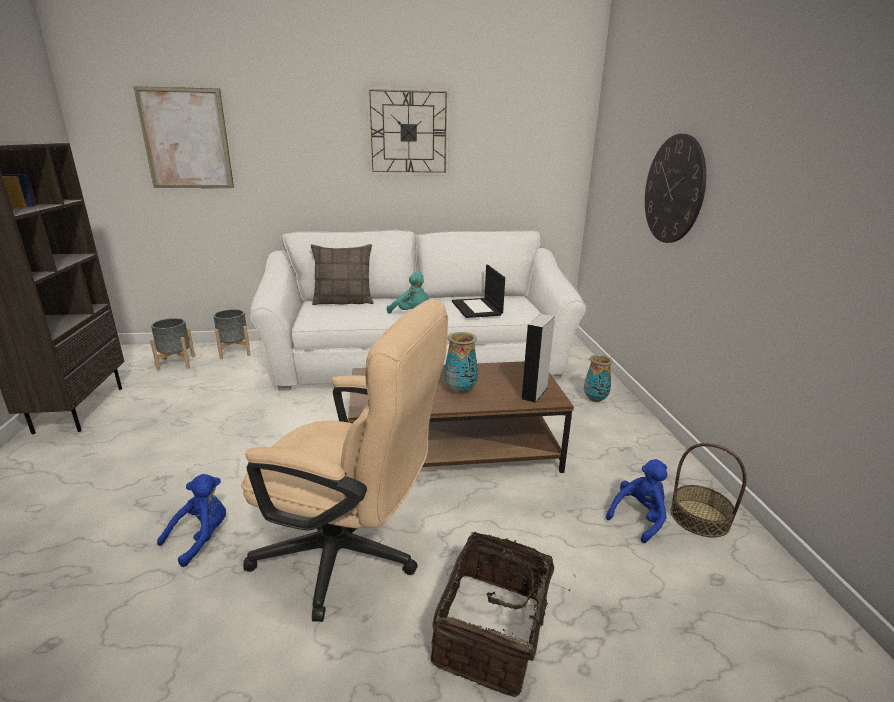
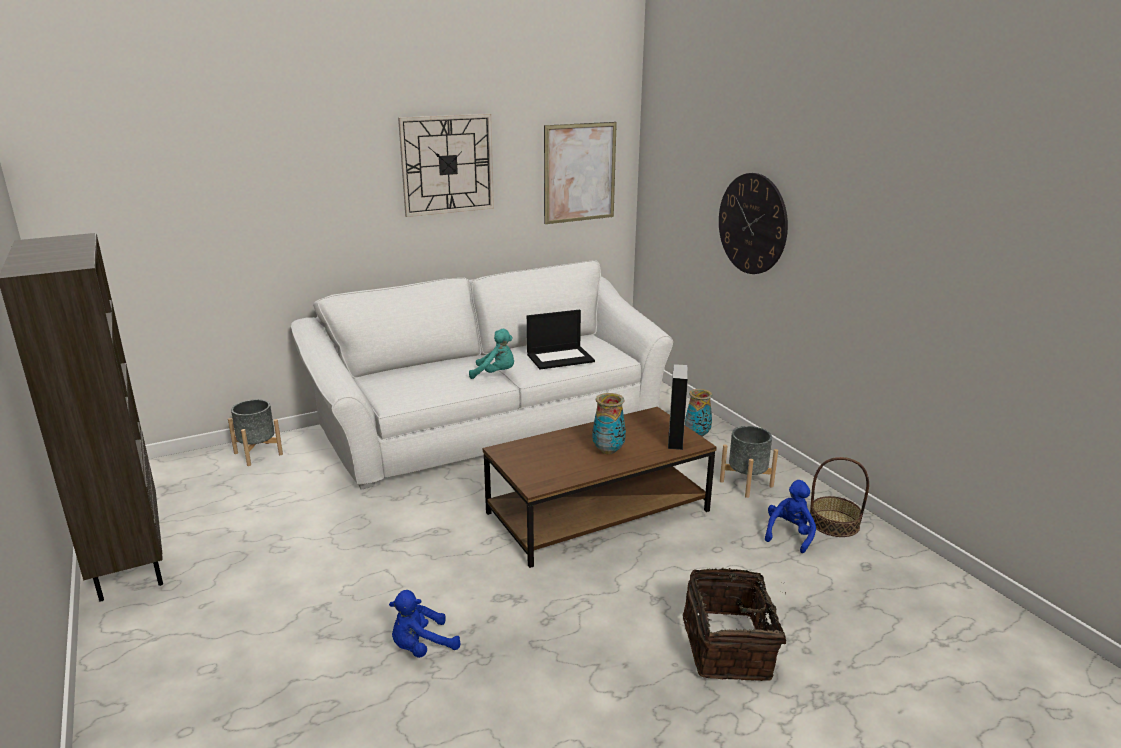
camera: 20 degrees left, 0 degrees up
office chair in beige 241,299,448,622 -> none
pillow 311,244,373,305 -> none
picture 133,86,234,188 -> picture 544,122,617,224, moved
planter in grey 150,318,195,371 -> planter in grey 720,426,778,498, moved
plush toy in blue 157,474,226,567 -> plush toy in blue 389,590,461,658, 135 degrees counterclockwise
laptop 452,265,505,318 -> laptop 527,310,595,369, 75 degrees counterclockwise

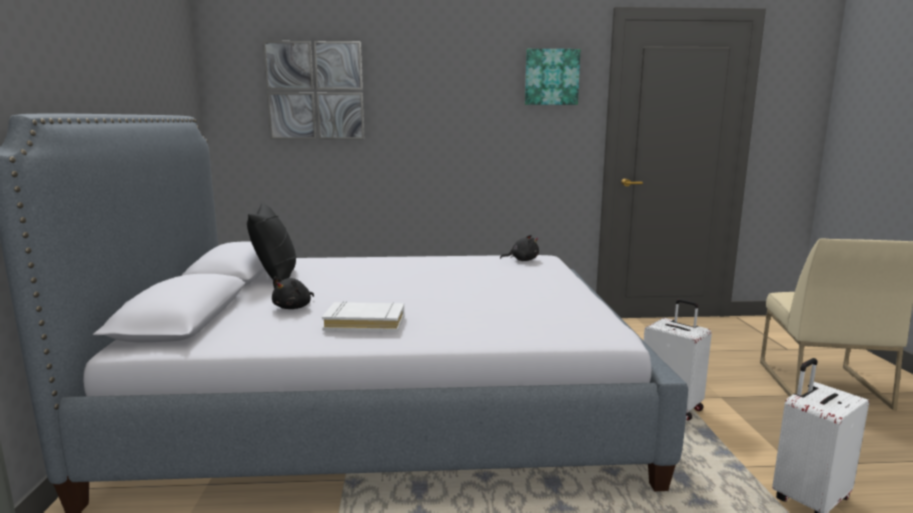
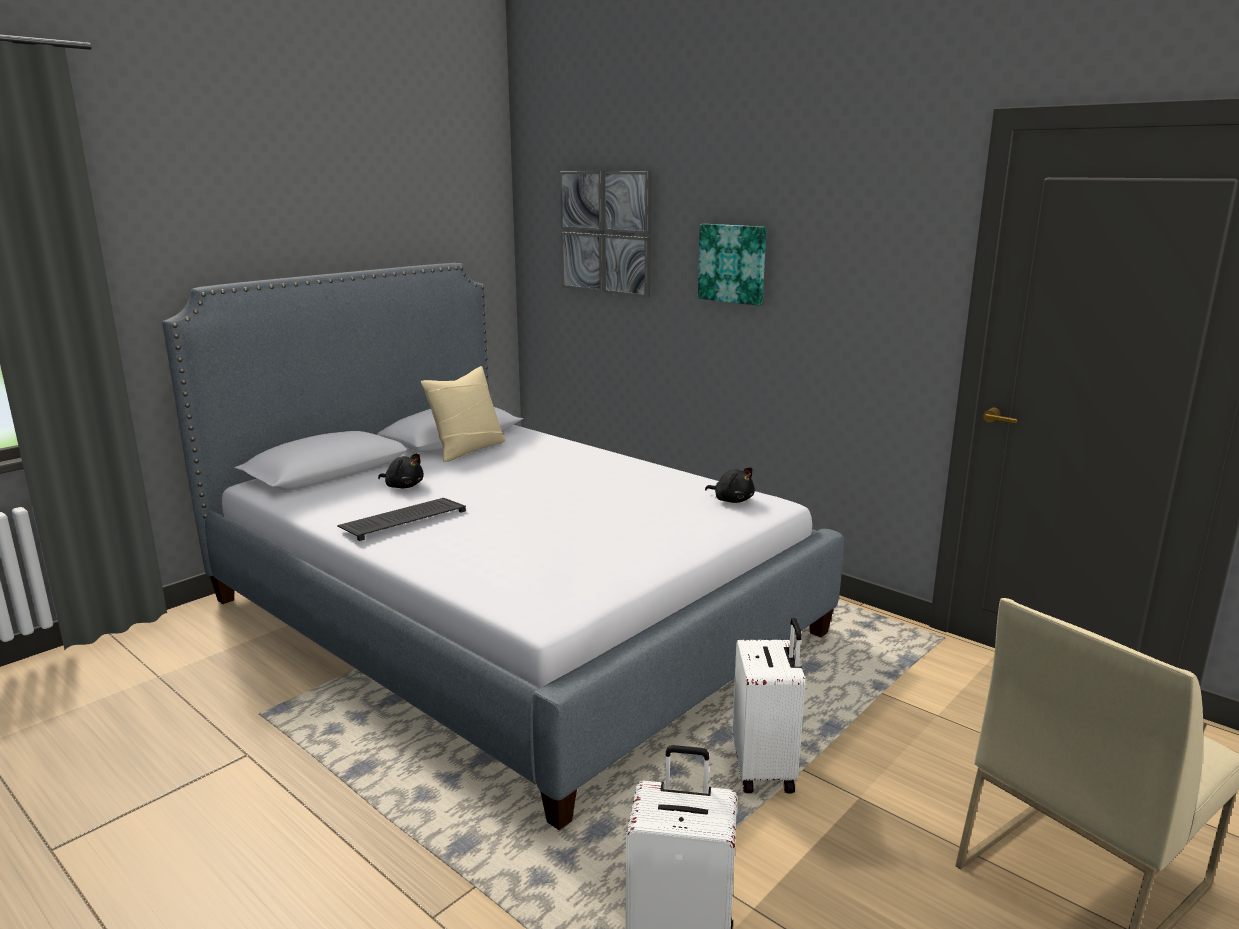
camera: 45 degrees right, 5 degrees up
picture 525,49,580,105 -> picture 698,224,766,306, moved
book in white 322,301,404,332 -> keyboard 337,498,466,541
pillow in black 247,203,297,280 -> pillow in beige 421,366,506,462
plush toy in black 272,277,314,309 -> plush toy in black 378,453,424,488, 135 degrees counterclockwise

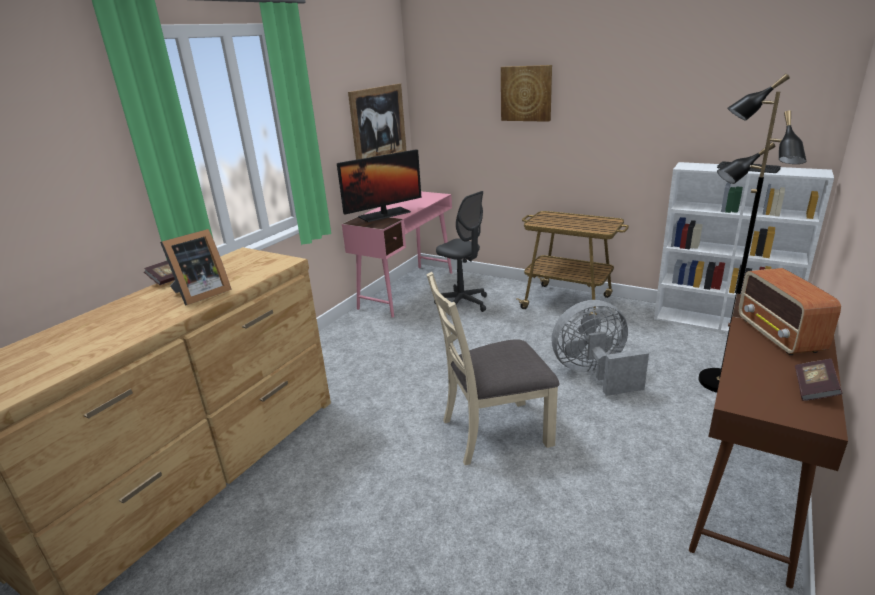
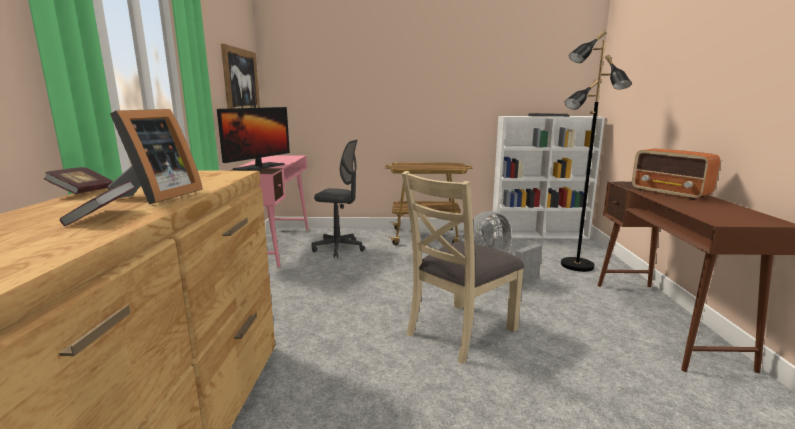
camera: 30 degrees left, 10 degrees down
picture 501,65,552,122 -> none
book 795,359,842,401 -> book 60,181,136,226, moved

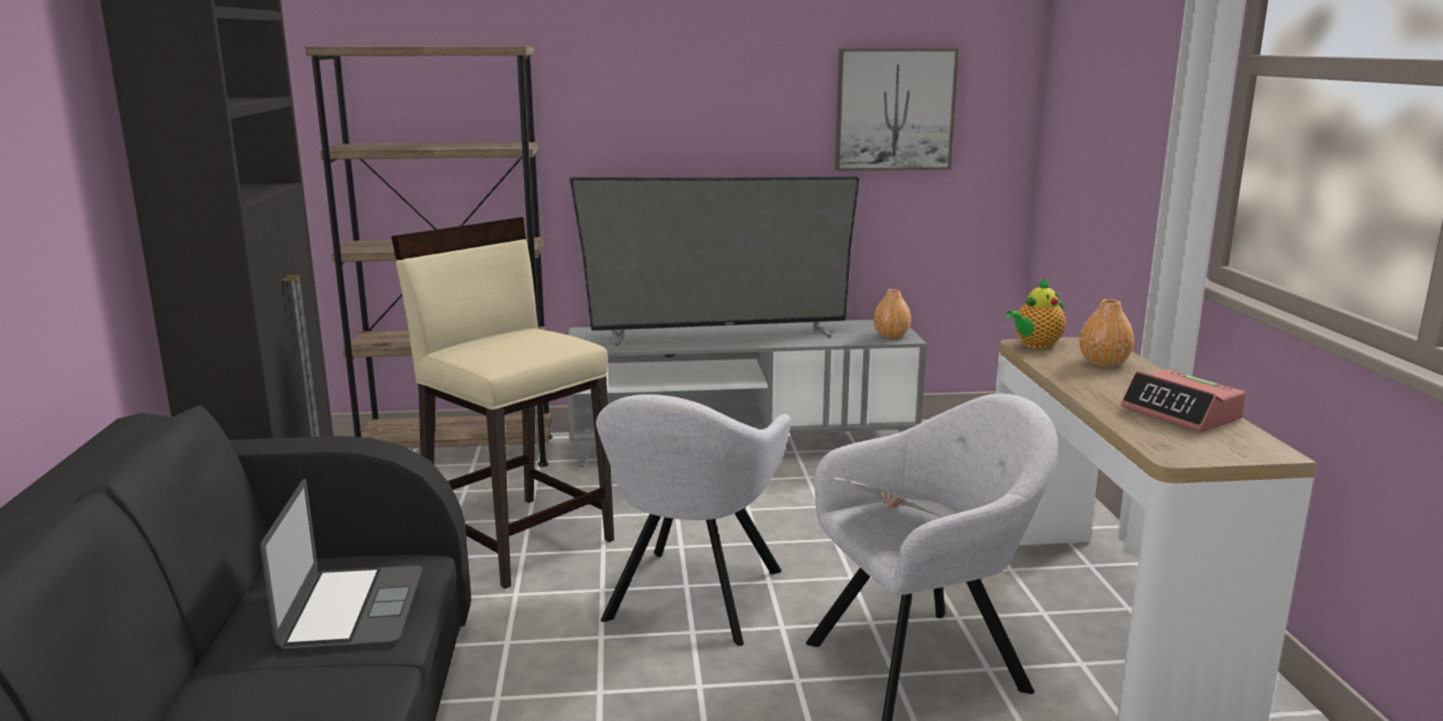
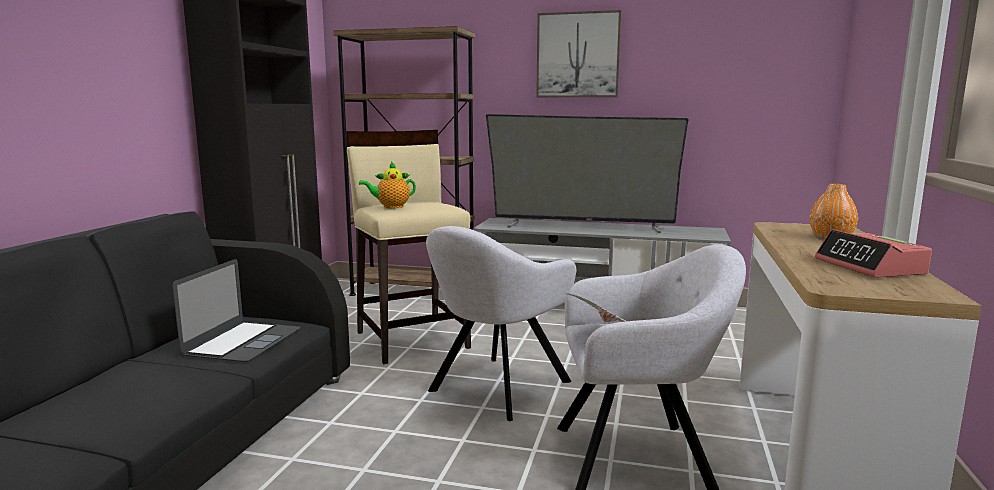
camera: 20 degrees right, 5 degrees down
vase in orange 873,289,911,338 -> none
picture 835,48,959,171 -> picture 536,10,621,97, moved
teapot 1006,277,1066,349 -> teapot 359,162,416,208, moved

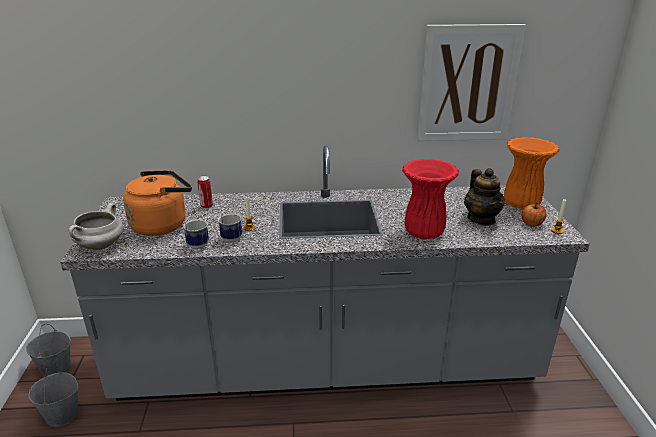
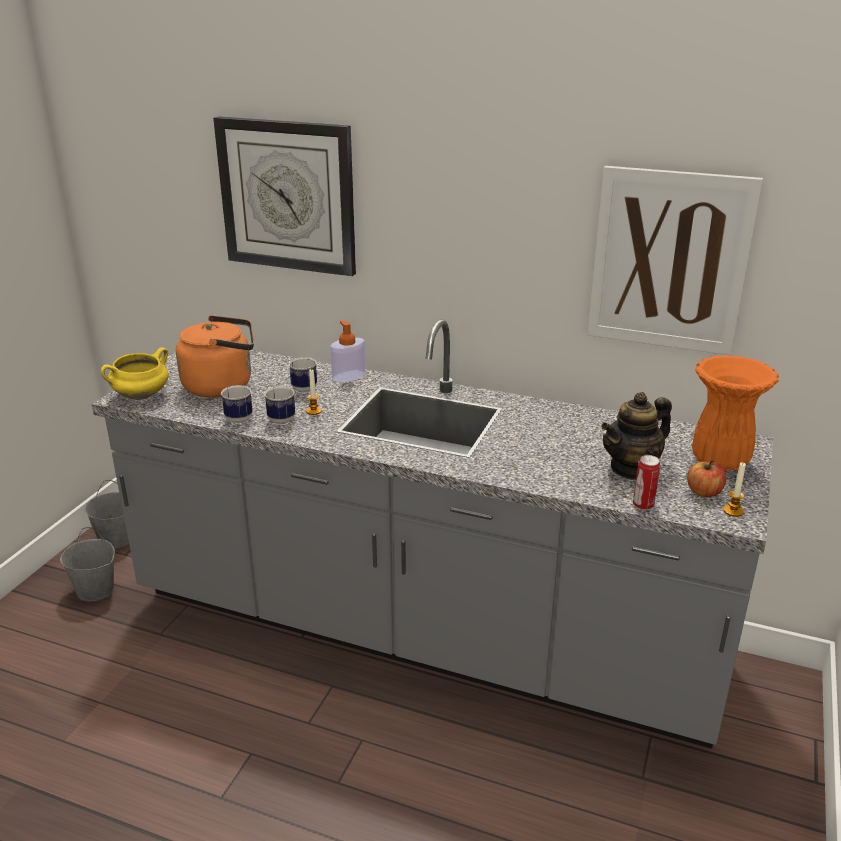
camera: 25 degrees right, 0 degrees up
vase in red 402,159,459,239 -> none
none -> wall clock 213,116,356,276
none -> mug 288,357,317,393
none -> soap dispenser 330,320,366,382
can 197,176,213,209 -> can 633,455,660,510, moved
cooking pot in white 69,203,123,250 -> cooking pot in yellow 101,347,169,400
teapot 464,168,505,225 -> teapot 601,392,672,480, 45 degrees clockwise

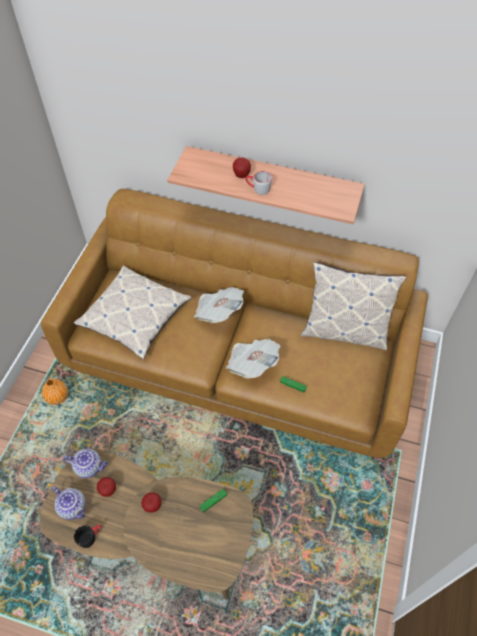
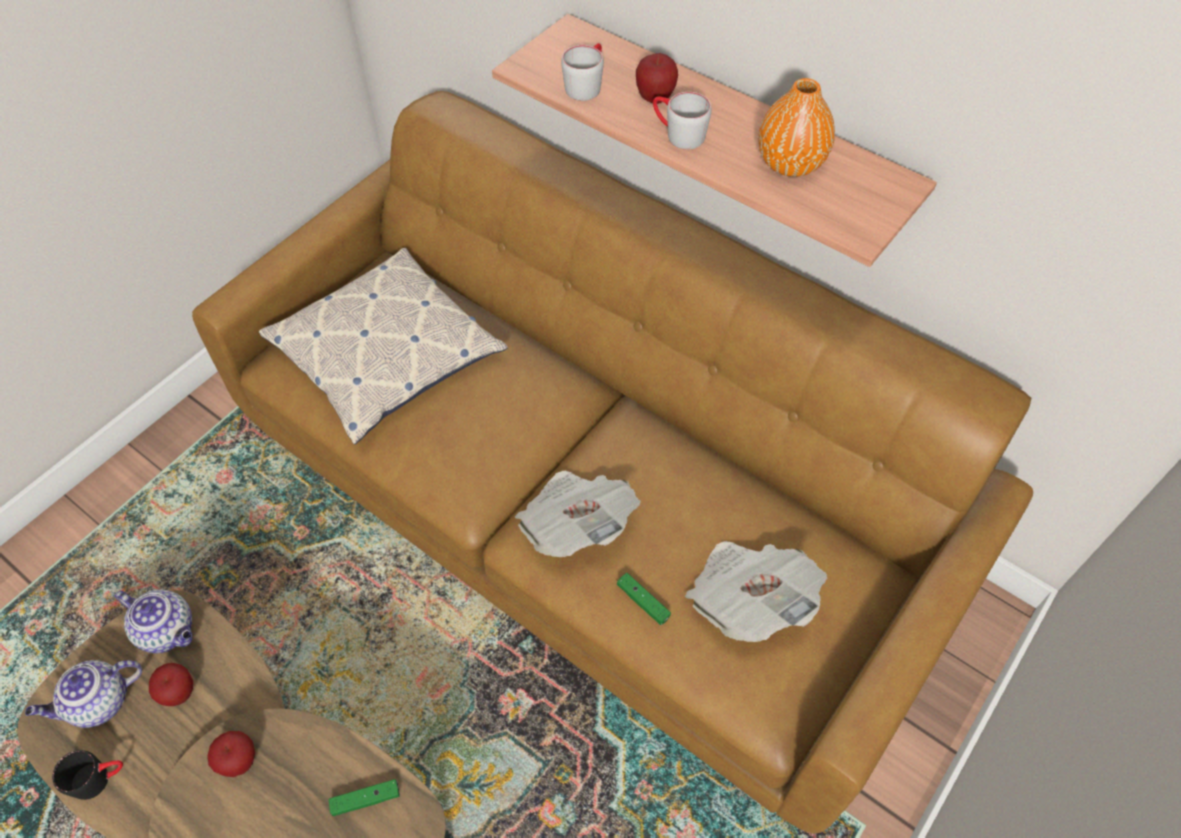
camera: 20 degrees right, 0 degrees up
pillow 301,262,406,350 -> none
none -> mug in grey 561,43,604,101
vase in orange 42,379,68,405 -> vase in orange 758,78,835,177, moved
newspaper 193,287,244,323 -> newspaper 685,541,827,642, moved
teapot 52,486,86,520 -> teapot 25,660,142,728, 90 degrees clockwise

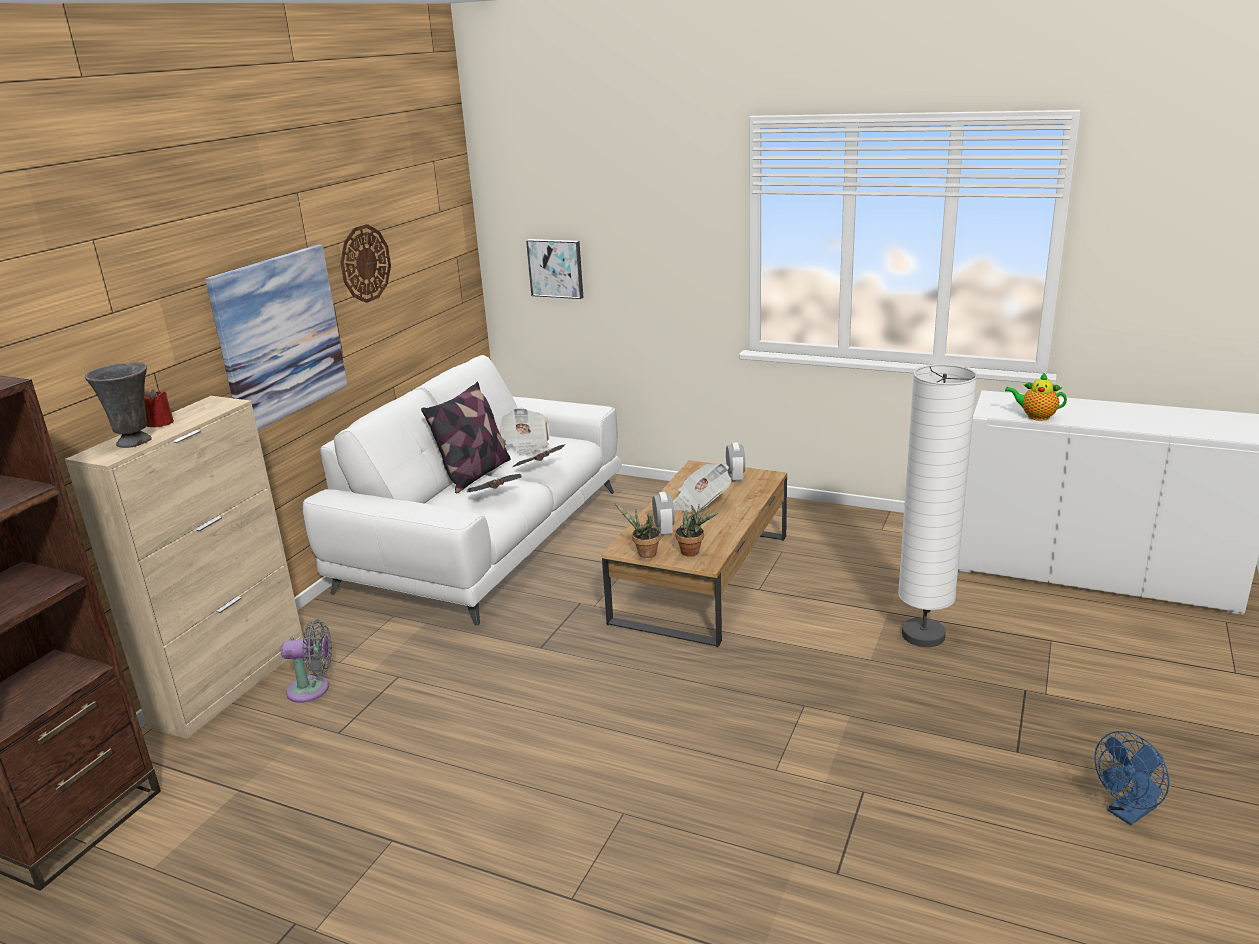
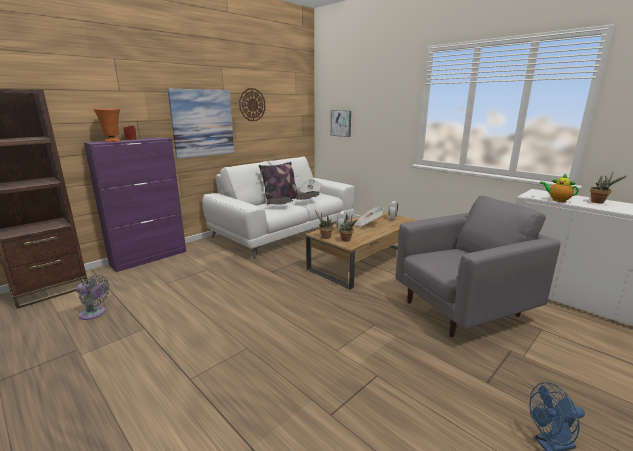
camera: 20 degrees right, 5 degrees down
none -> potted plant 590,173,627,204
fan in grey 281,620,332,703 -> fan in grey 76,275,110,320, moved
floor lamp in white 898,364,977,647 -> armchair in grey 396,195,561,337
cabinet in beige 65,396,303,739 -> cabinet in purple 84,137,186,272
vase in grey 85,362,152,448 -> vase in orange 93,109,120,142

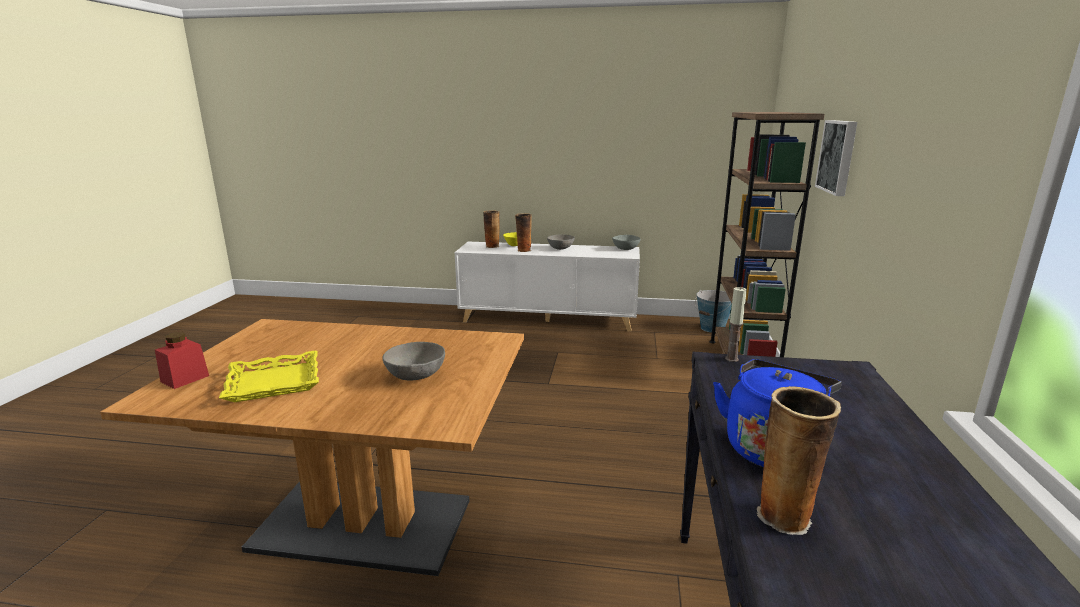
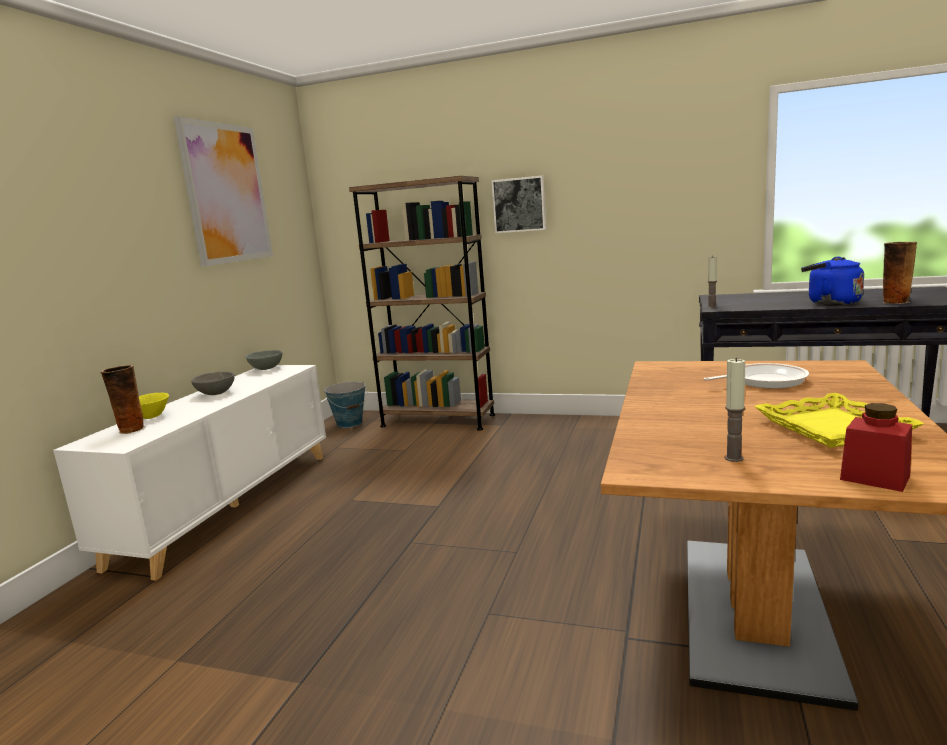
camera: 80 degrees left, 5 degrees down
vase 515,213,532,252 -> none
none -> picture 174,116,273,266
none -> candle 725,358,745,462
bowl in grey 382,342,445,381 -> frying pan 704,363,809,389

